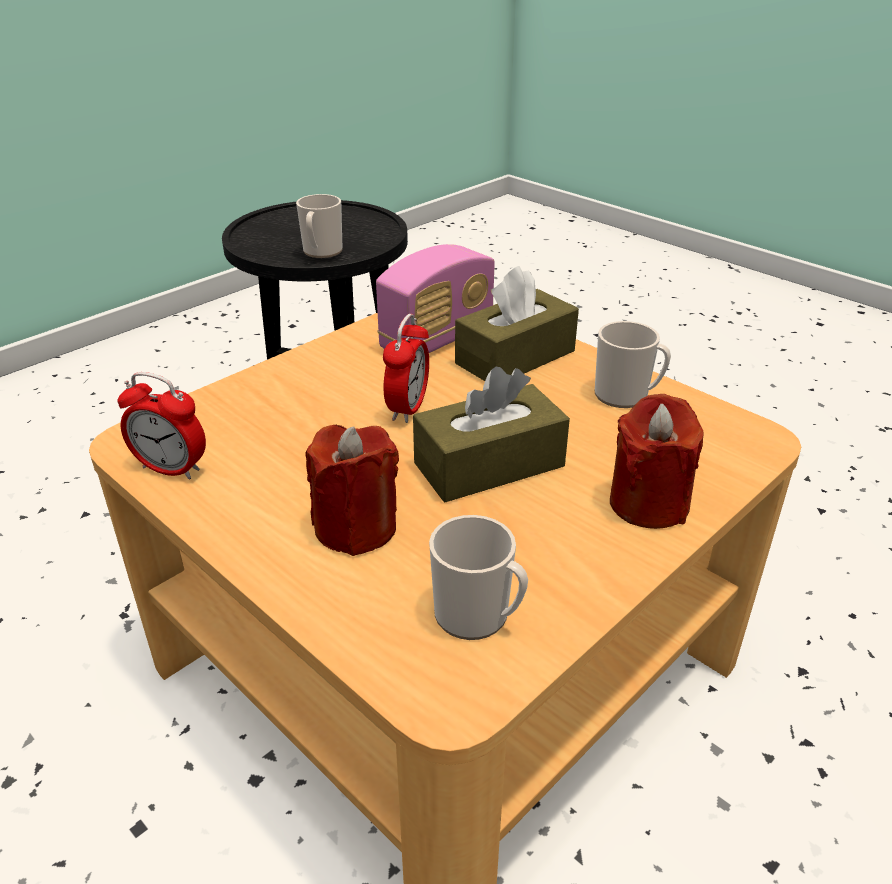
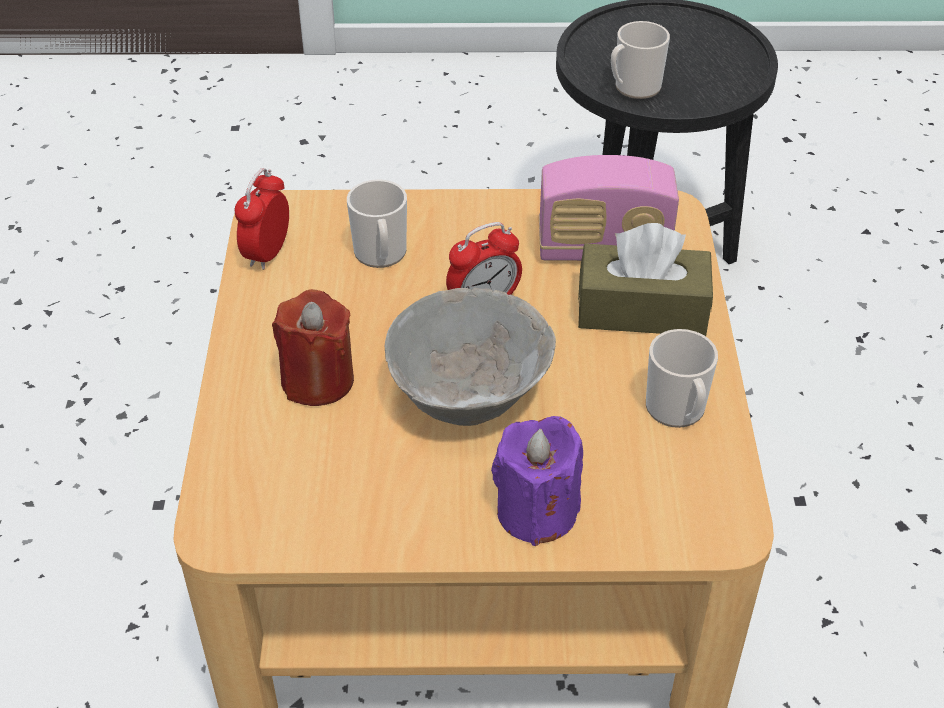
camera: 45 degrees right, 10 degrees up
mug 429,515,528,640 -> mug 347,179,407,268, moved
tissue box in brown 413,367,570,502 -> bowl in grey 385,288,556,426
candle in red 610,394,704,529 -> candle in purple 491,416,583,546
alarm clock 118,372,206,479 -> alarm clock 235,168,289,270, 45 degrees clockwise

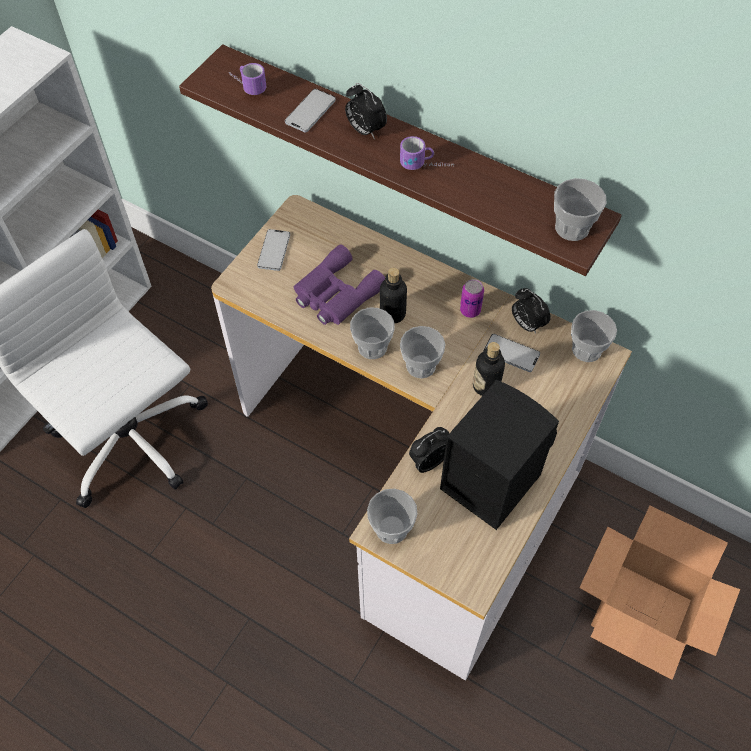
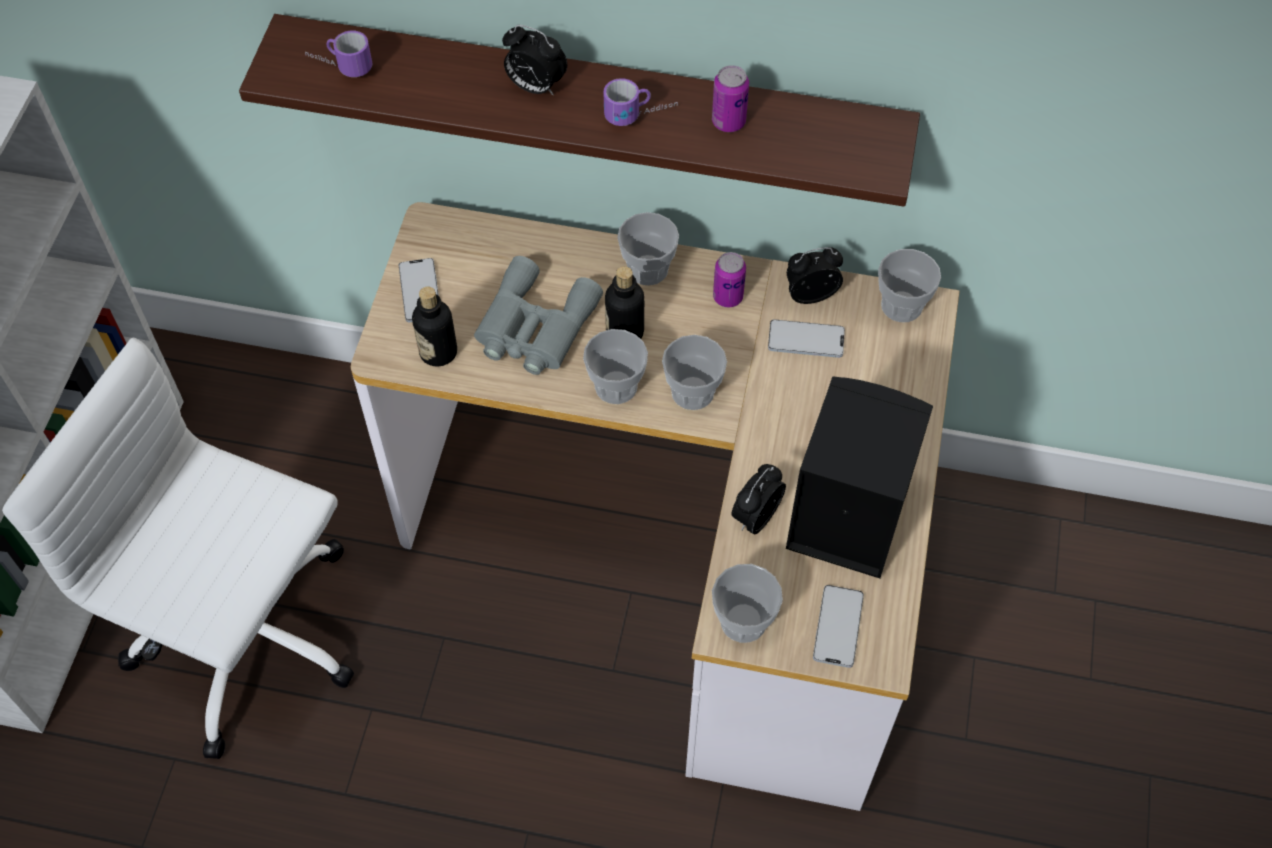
camera: 20 degrees left, 0 degrees up
cardboard box 579,506,740,680 -> none
none -> can 712,65,749,132
phone 285,89,336,132 -> phone 813,585,864,668, moved
bottle 473,342,505,396 -> bottle 412,286,457,367, moved
cup 554,178,606,241 -> cup 617,212,679,285, moved
binoculars in purple 294,245,385,325 -> binoculars in grey 474,256,603,375
alarm clock 512,288,551,334 -> alarm clock 787,247,843,304, 135 degrees clockwise

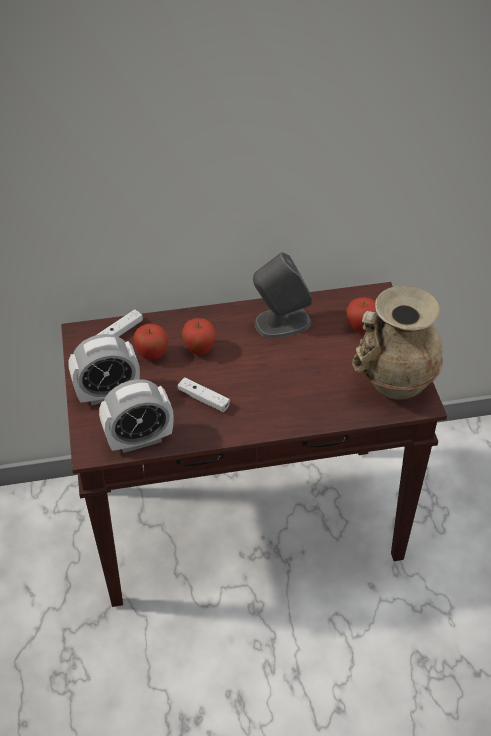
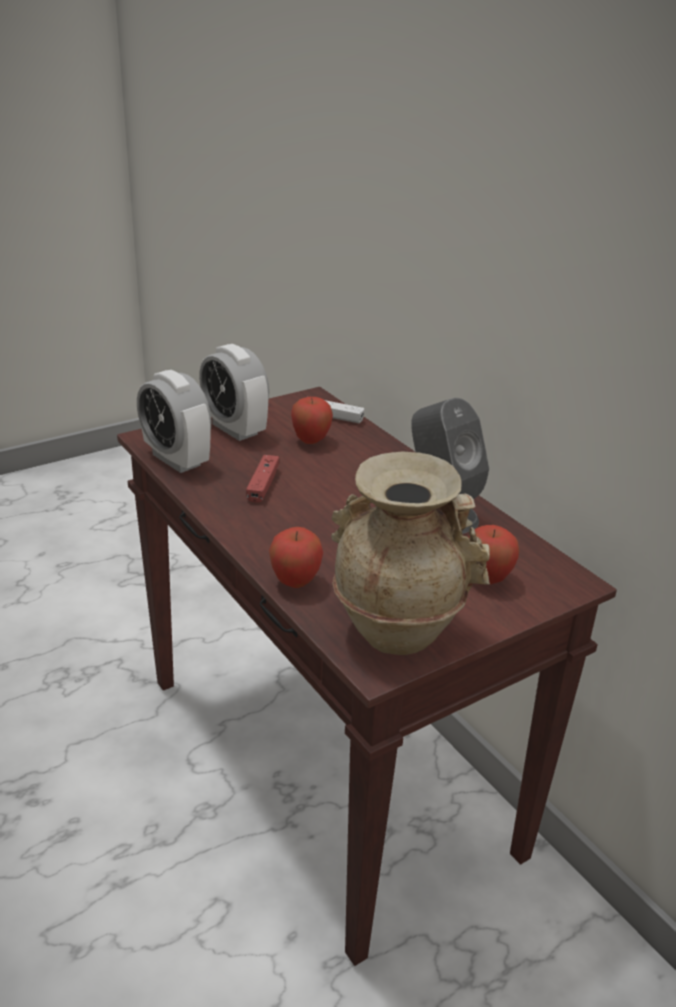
camera: 65 degrees right, 15 degrees down
apple 181,318,216,355 -> apple 269,527,323,588, moved
game controller in white 178,377,230,412 -> game controller in red 246,455,280,503

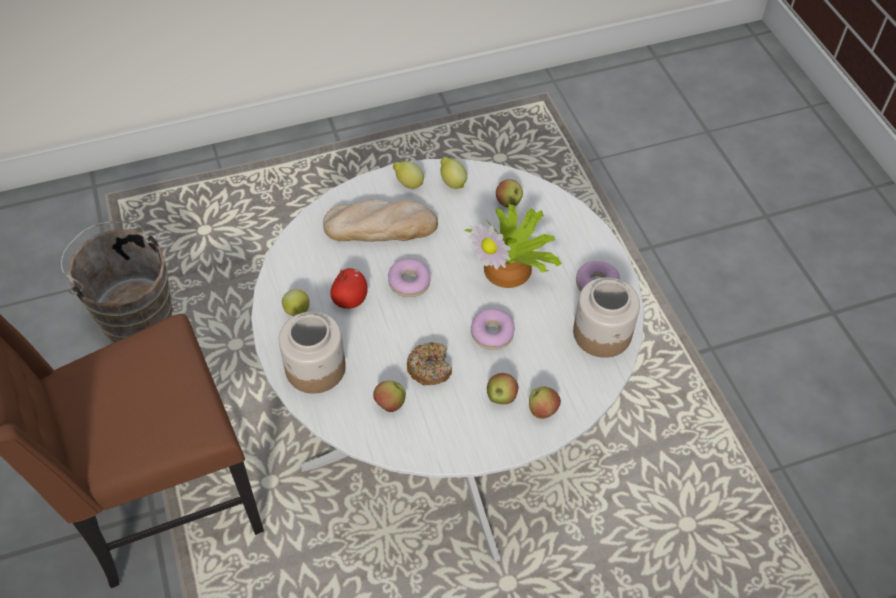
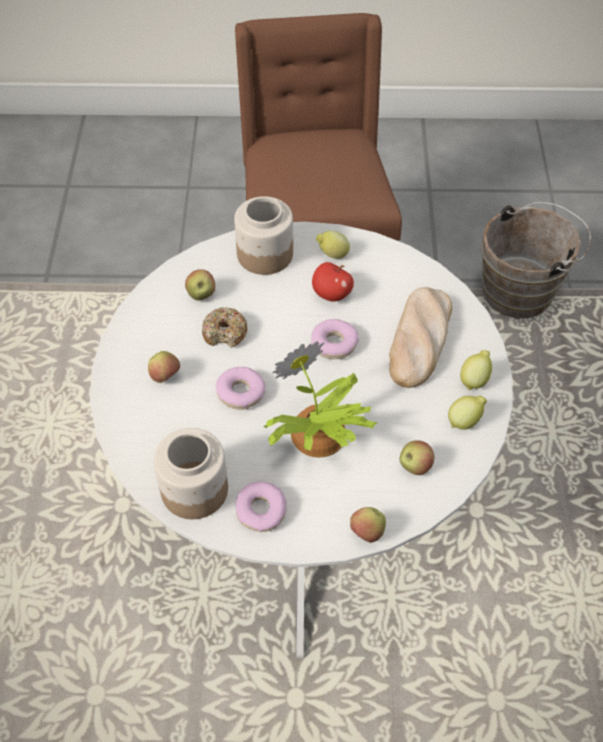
camera: 110 degrees right, 0 degrees up
apple 529,386,561,419 -> apple 350,507,386,543, moved

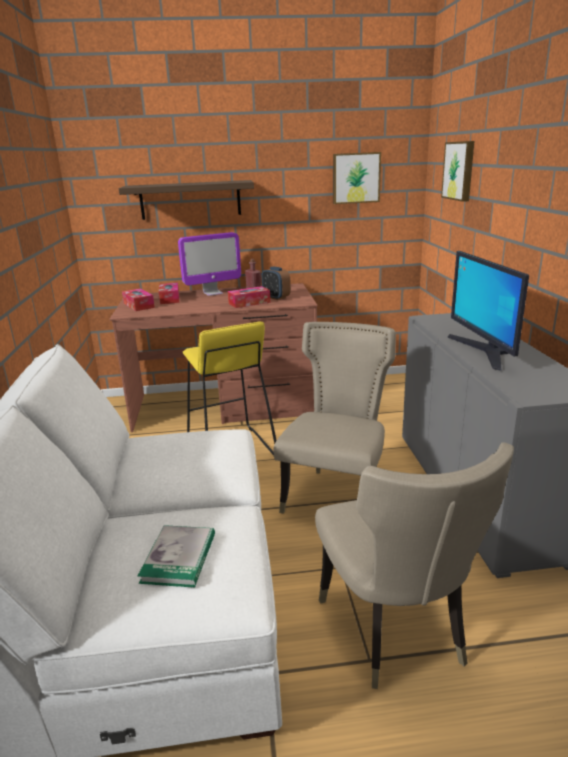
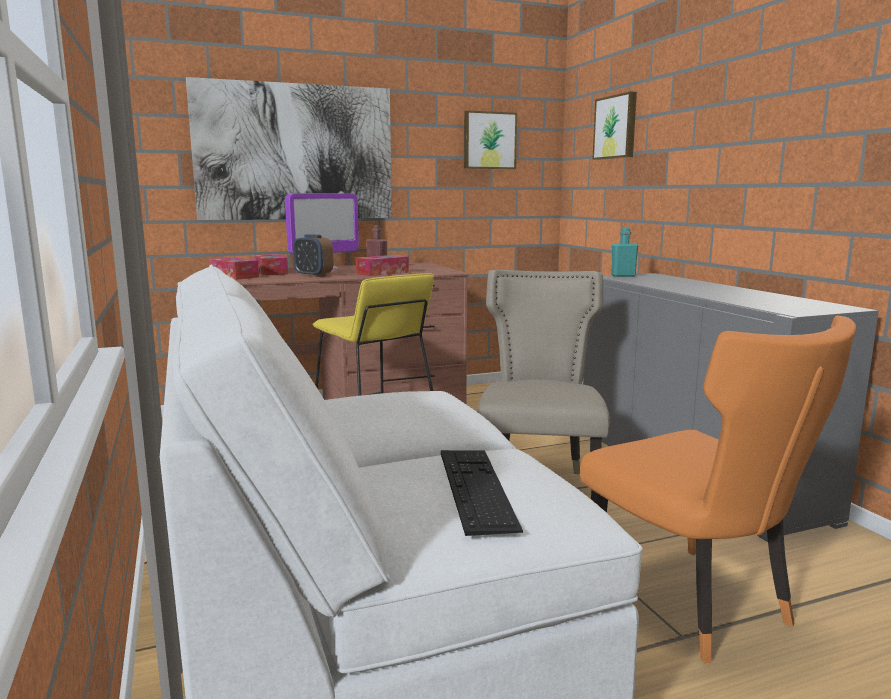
camera: 15 degrees left, 10 degrees down
monitor 448,251,529,371 -> none
none -> bottle in turquoise 611,227,638,277
alarm clock 262,267,291,300 -> alarm clock 293,234,333,277, moved
shelf 118,180,254,220 -> picture 186,77,392,220
book 138,525,215,588 -> keyboard 441,450,523,536
chair in beige 315,442,514,689 -> chair in orange 580,315,856,663

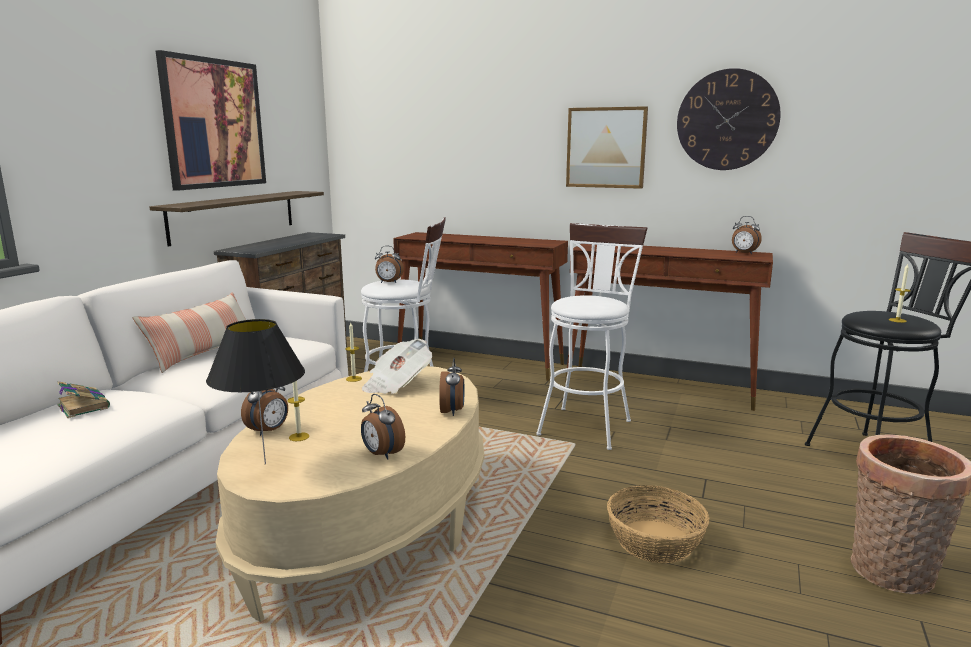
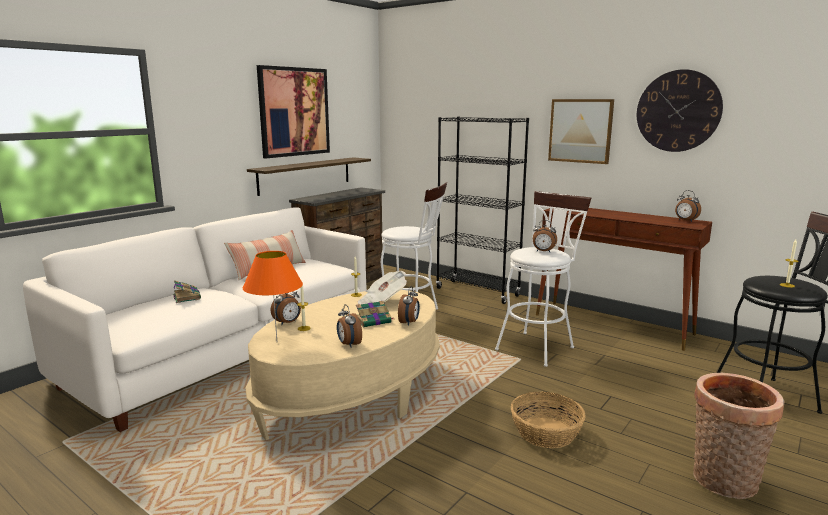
camera: 15 degrees right, 0 degrees up
none -> book 356,301,393,327
alarm clock 375,246,404,283 -> alarm clock 533,220,557,252, moved
console table in brown 393,232,568,381 -> bookcase in black 436,117,529,304
table lamp in black 206,319,305,464 -> table lamp in orange 243,251,303,340

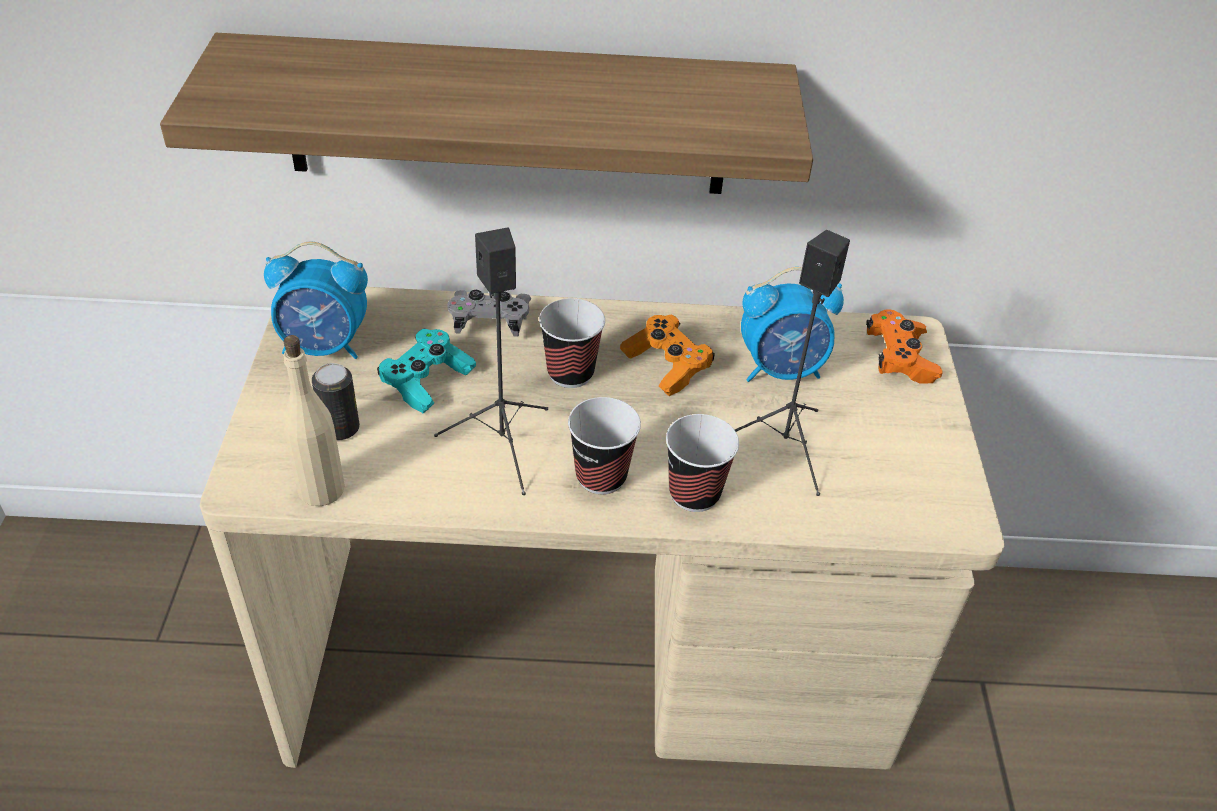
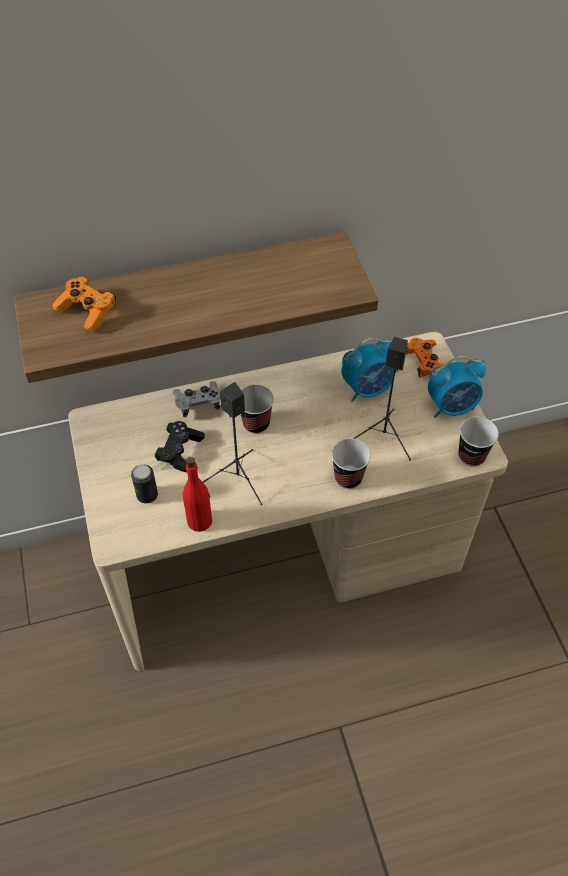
camera: 15 degrees left, 10 degrees up
bottle in beige 283,335,345,506 -> none
none -> bottle in red 183,457,212,532
alarm clock 264,242,368,359 -> alarm clock 428,356,486,418, moved
cup 568,397,641,494 -> cup 458,417,499,467, moved
game controller in orange 620,315,715,396 -> game controller in orange 52,276,116,332, moved
game controller in turquoise 377,329,476,413 -> game controller in black 154,421,205,472

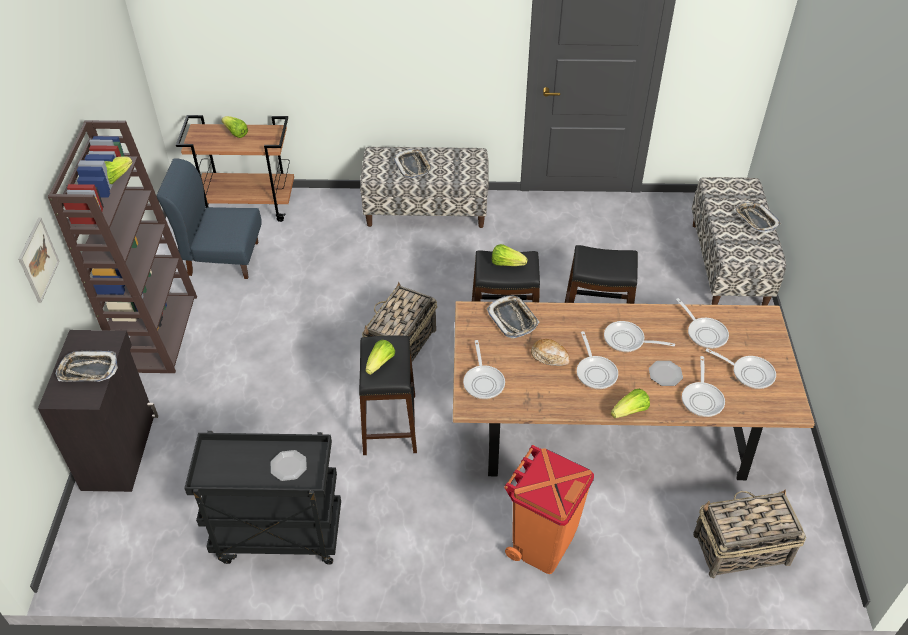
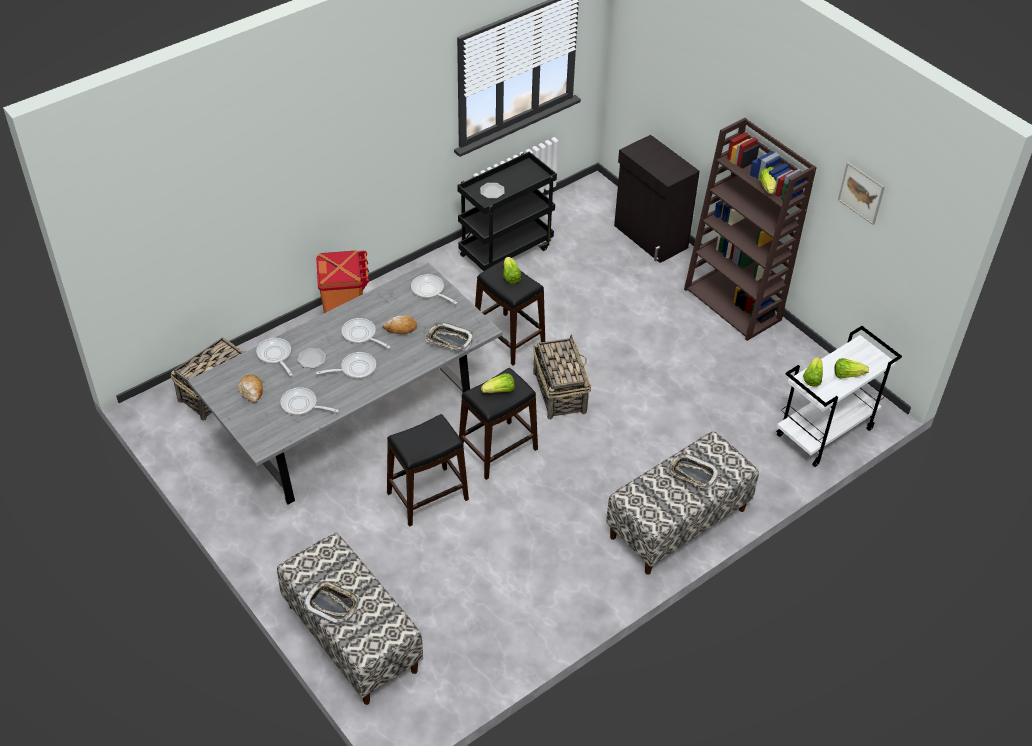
camera: 140 degrees right, 0 degrees up
tray 56,351,118,382 -> none
chair in blue 156,158,262,279 -> none
picture 19,218,60,303 -> picture 838,162,885,225, moved
lettuce 611,389,650,418 -> lettuce 803,357,823,386, moved
frying pan 705,349,776,389 -> bread 238,375,263,403
cart in brown 176,115,294,222 -> cart in white 776,326,902,467
dining table in brown 453,301,815,480 -> dining table in grey 188,263,502,505

